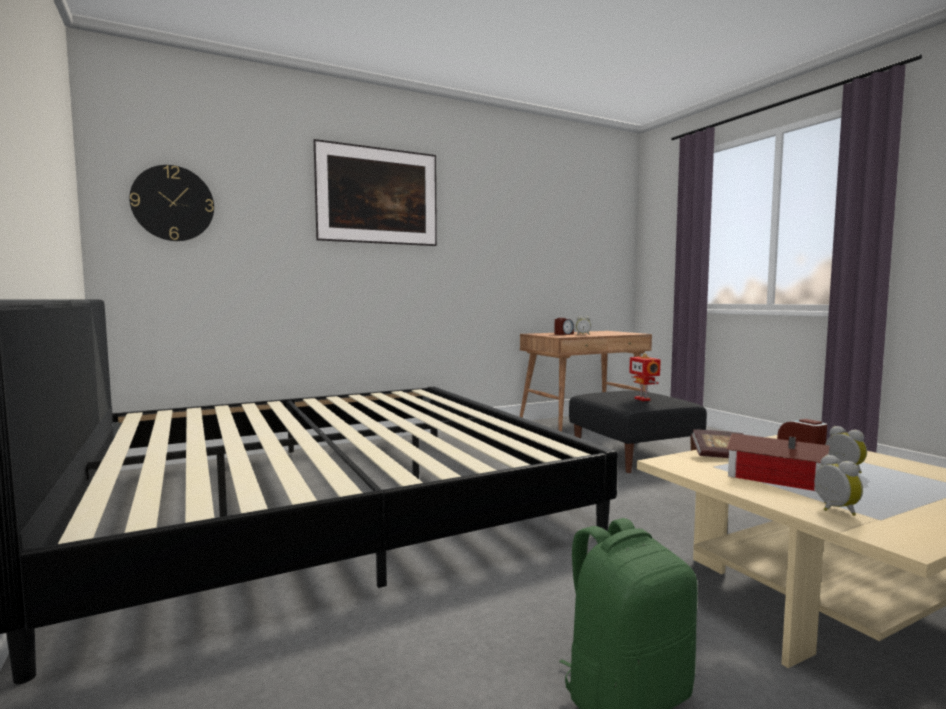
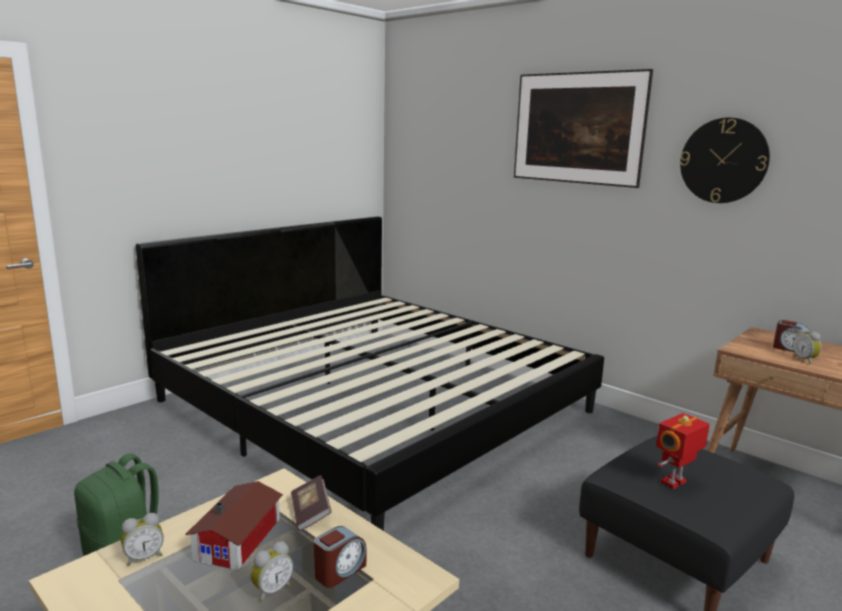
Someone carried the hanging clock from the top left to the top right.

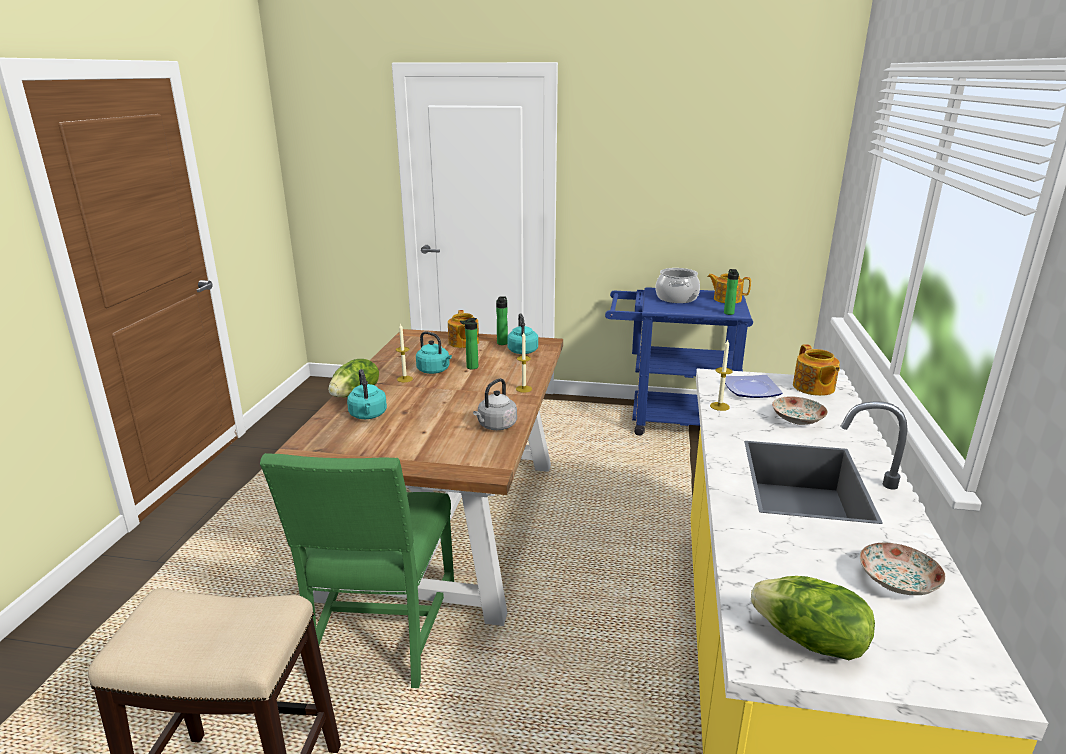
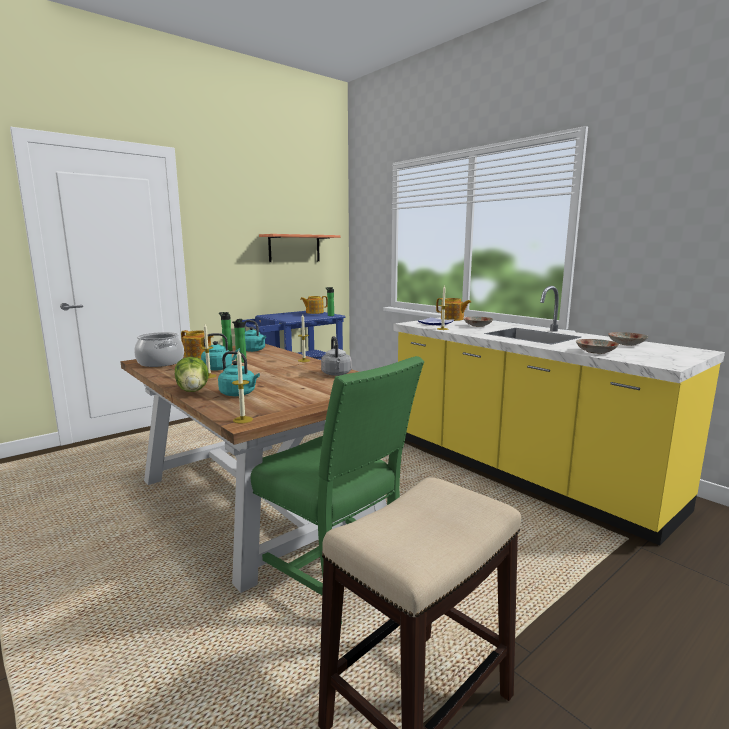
Someone carried the stockpot from the centre to the middle left. Someone took away the lettuce (2nd from left) at the bottom right. Someone put up the wall shelf at the centre. Someone put down the dinner plate (3rd from left) at the middle right. Someone put down the wax light (2nd from left) at the middle left.

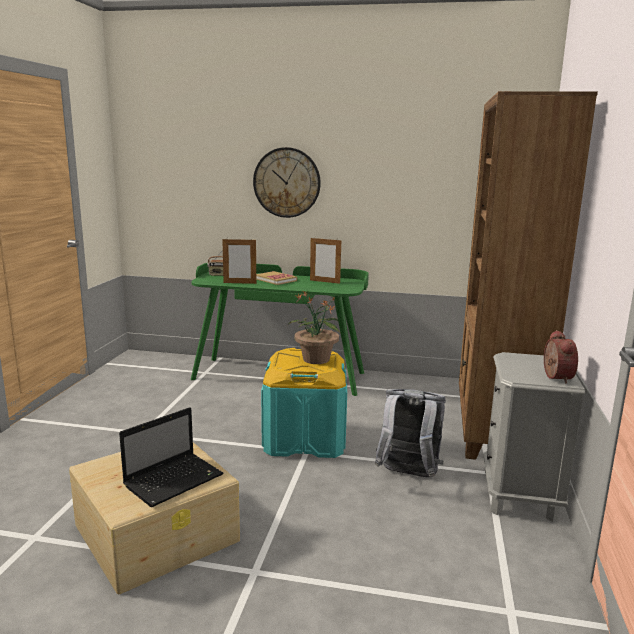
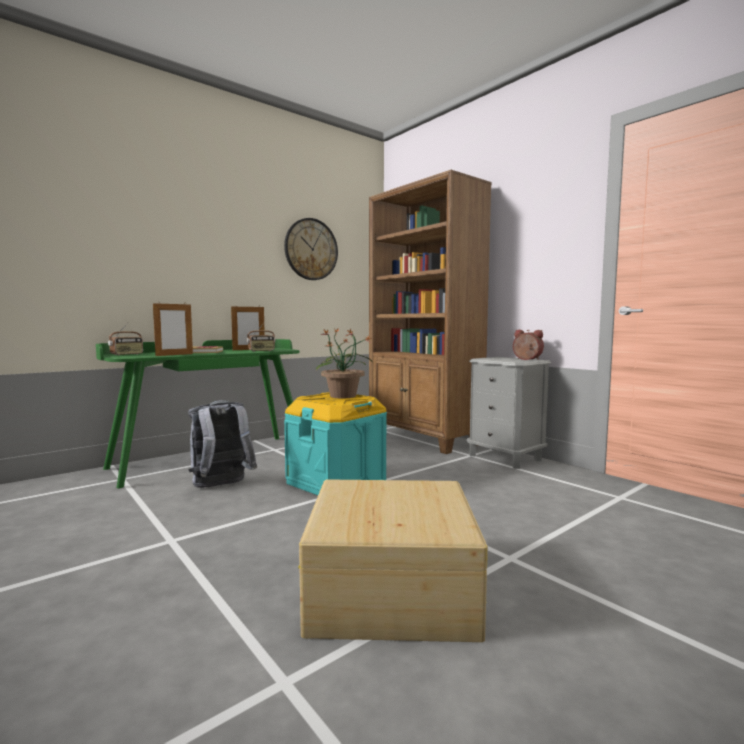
Someone carried the hanging clock from the top centre to the centre. Someone carried the greyish knapsack from the bottom centre to the middle left. Someone took away the laptop at the bottom left. Someone put down the radio (2nd from left) at the centre.

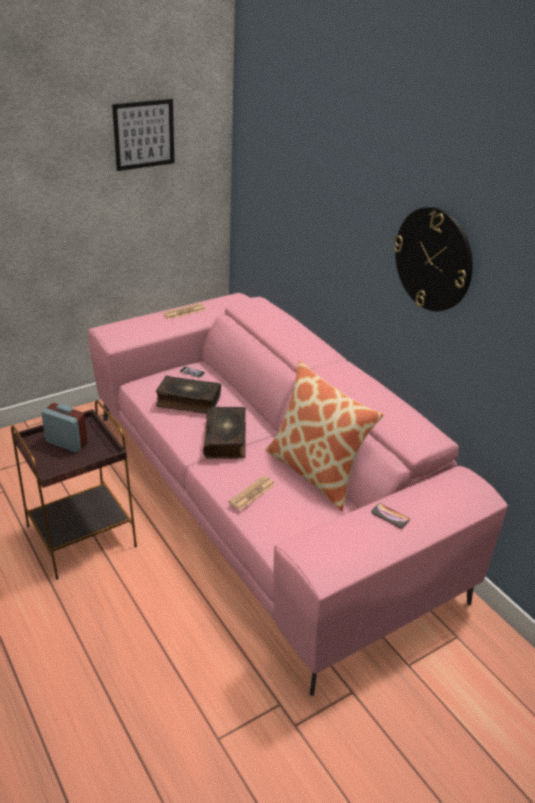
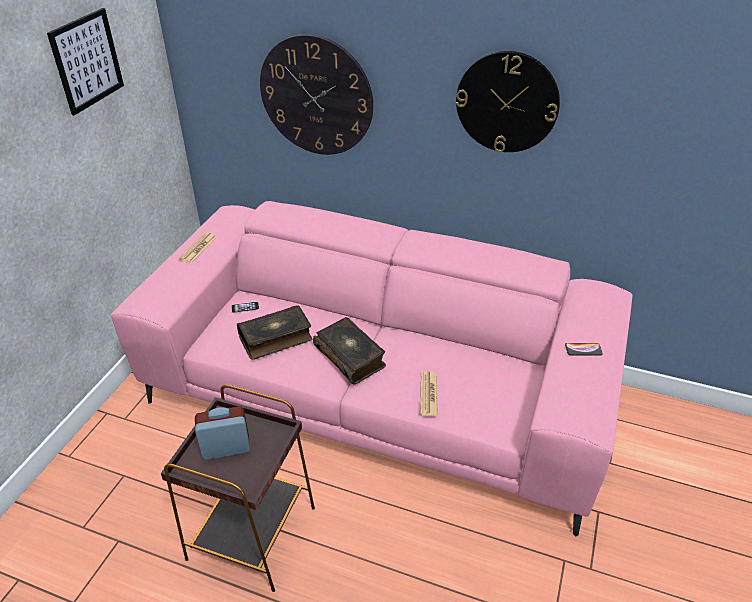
Someone took away the pillow at the centre. Someone put up the hanging clock (1st from left) at the top centre.

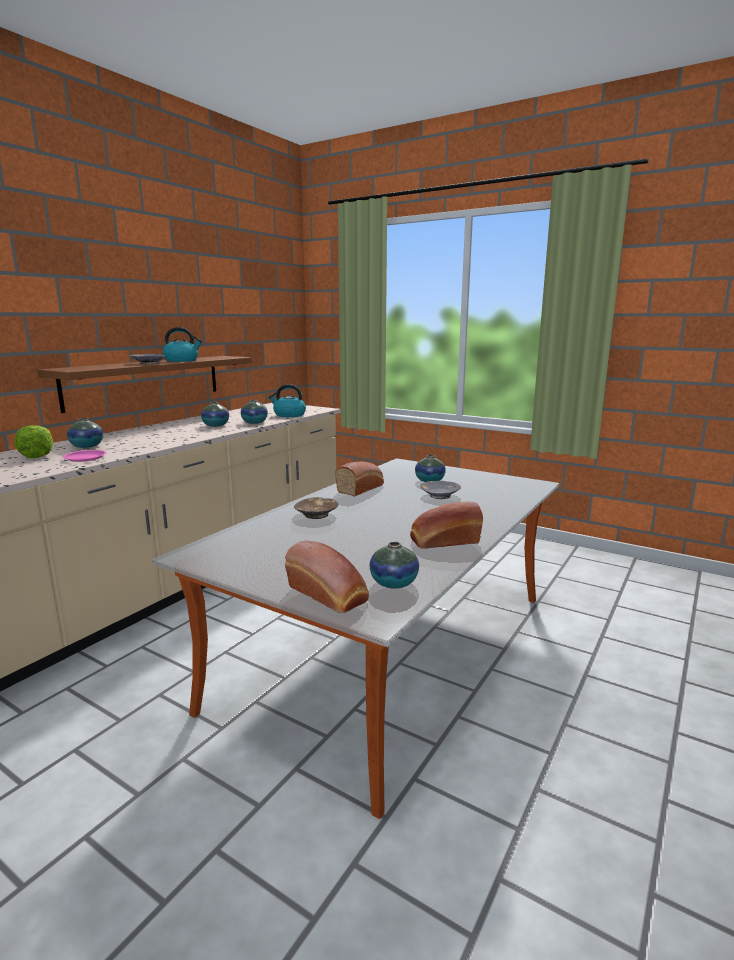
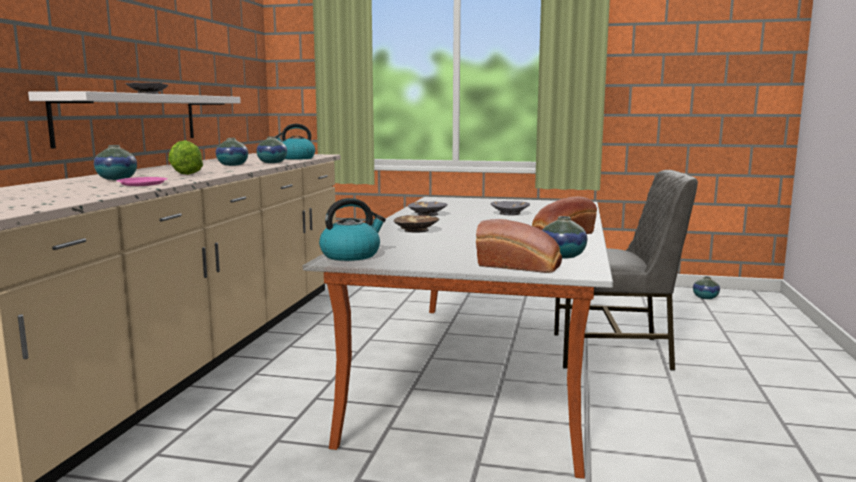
Someone carried the kettle (1st from left in the first image) from the middle left to the centre. Someone repainted the brownish wall shelf at the middle left, which became the white wall shelf at the top left. Someone carried the lettuce from the middle left to the top left. Someone carried the flower vase (5th from left) from the centre to the middle right. Someone swapped the bread (2nd from left) at the centre for the greyish serving bowl (2nd from left) at the centre. Someone put down the greyish upright chair at the middle right.

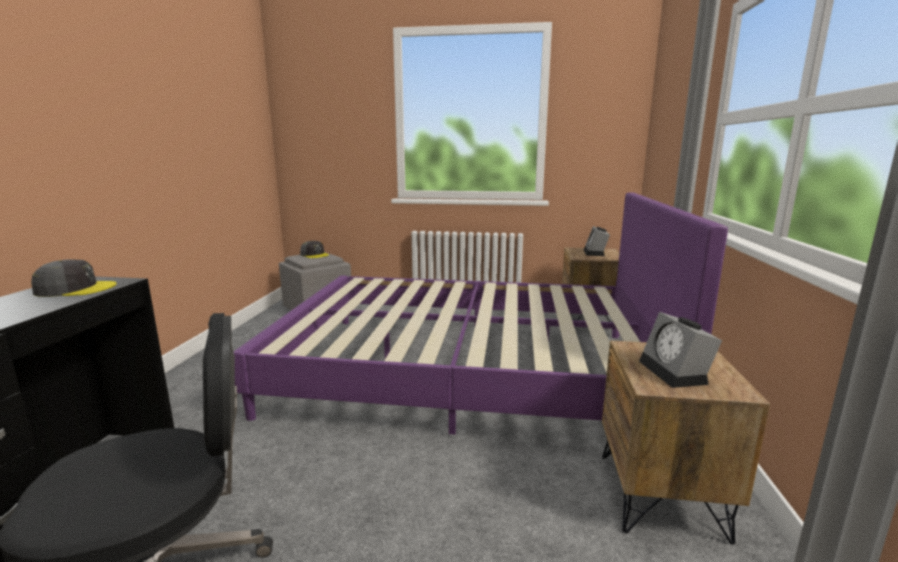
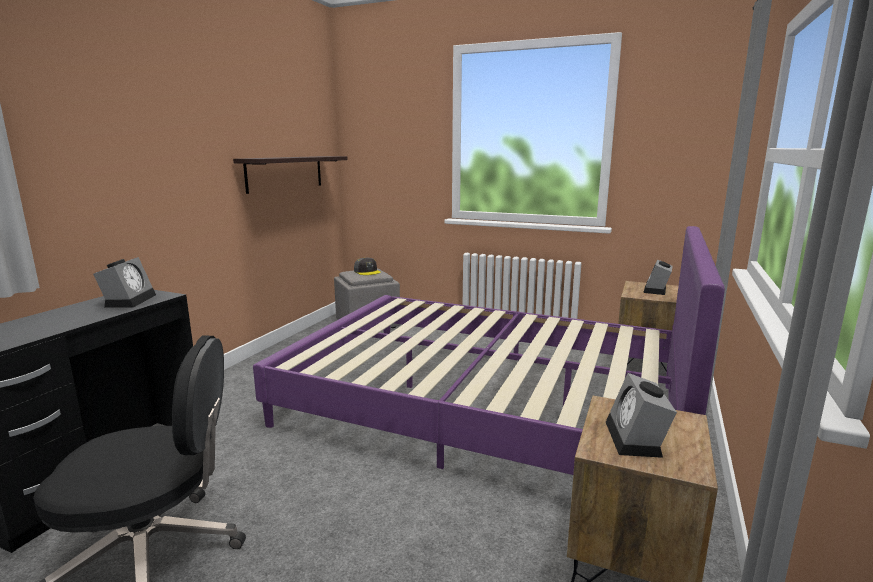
Someone swapped the greyish cap (1st from left) at the middle left for the alarm clock (1st from left) at the middle left. Someone put up the wall shelf at the top left.

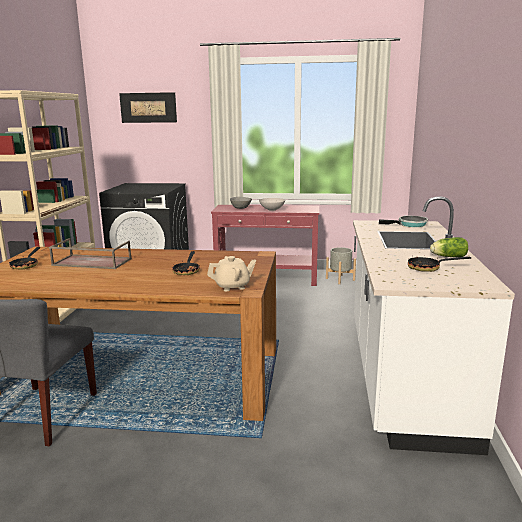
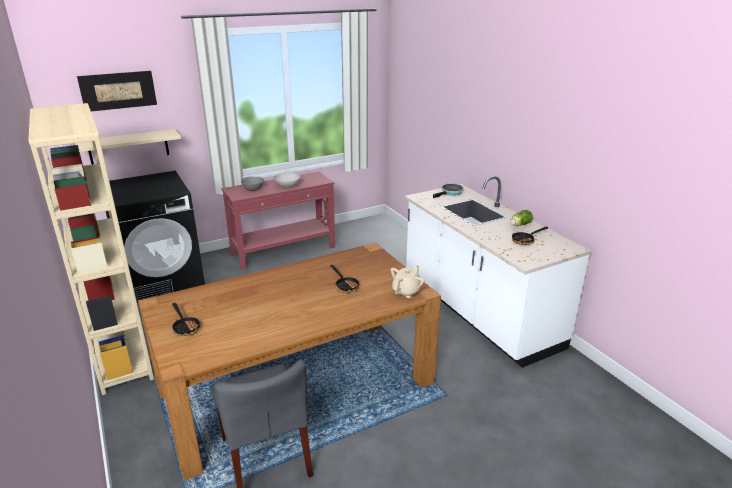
Someone took away the brownish serving tray at the middle left. Someone took away the greyish flower pot at the centre. Someone put up the beige-coloured wall shelf at the top left.

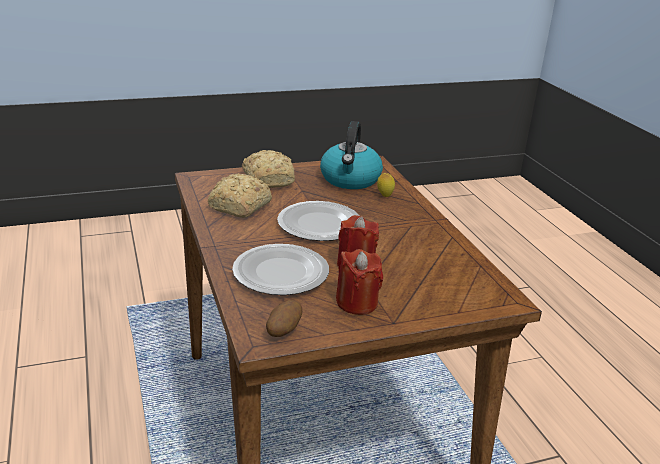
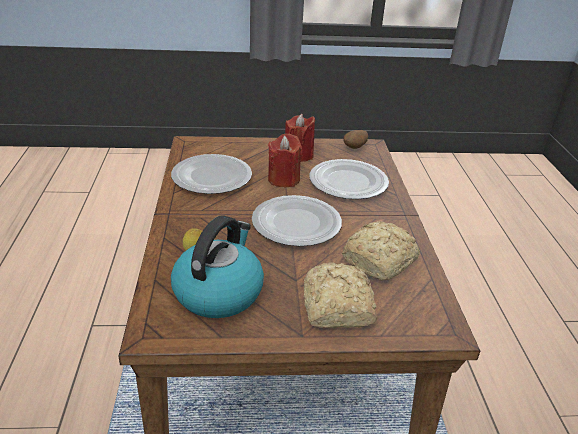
Someone put down the dinner plate (1st from left) at the centre.

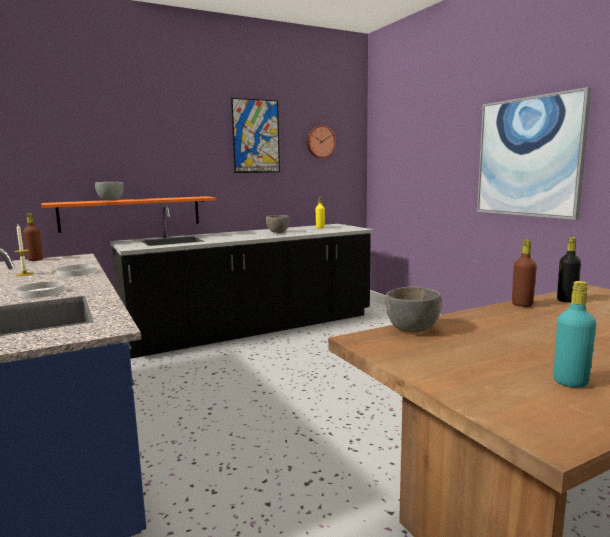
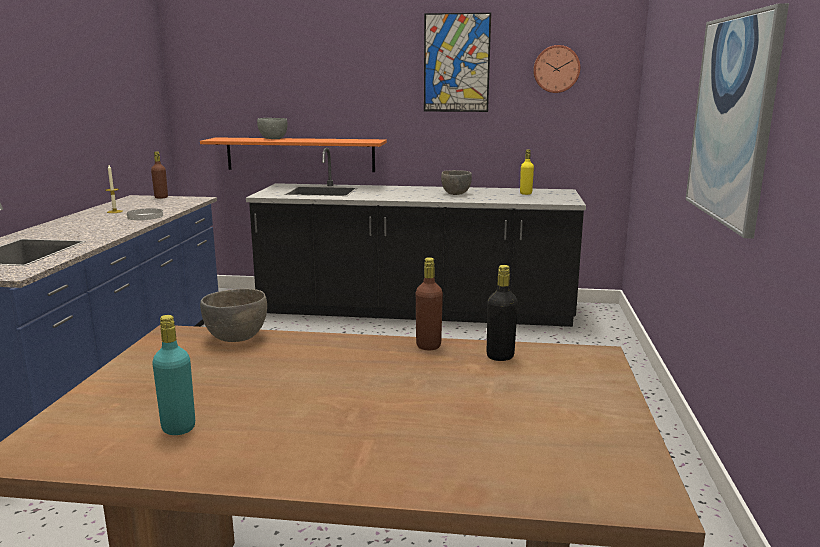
Someone took away the white dinner plate (1st from left) at the middle left.

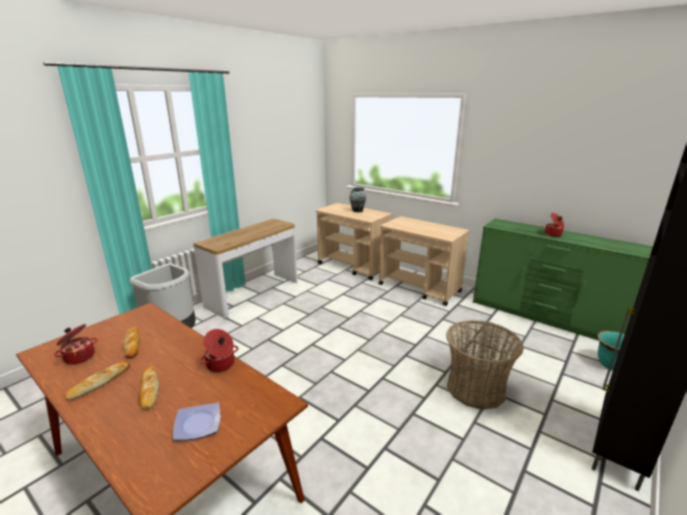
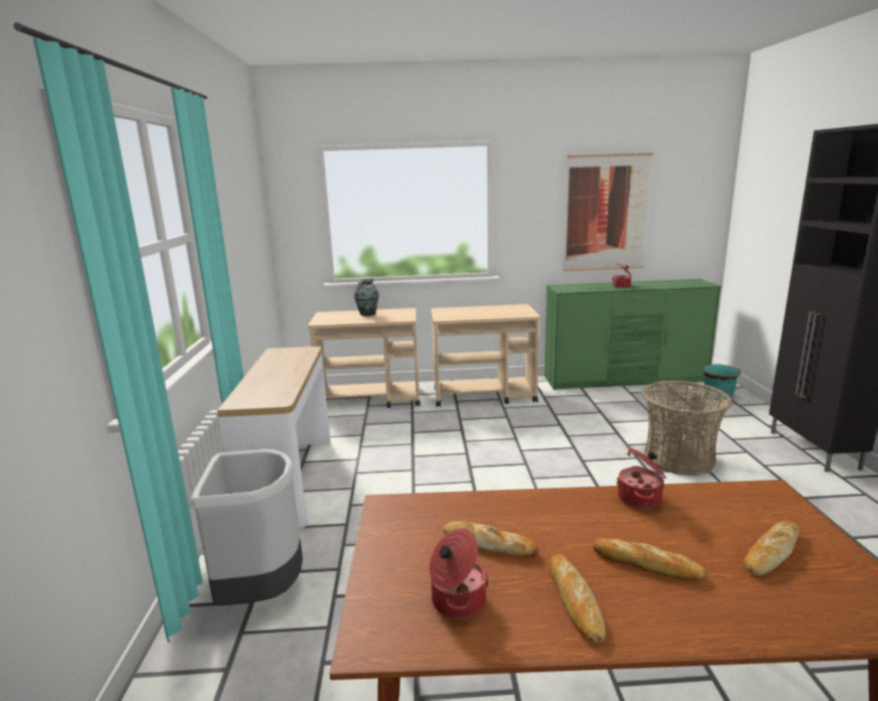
Someone swapped the dinner plate at the bottom left for the bread (4th from left) at the bottom right. Someone put up the picture at the top right.

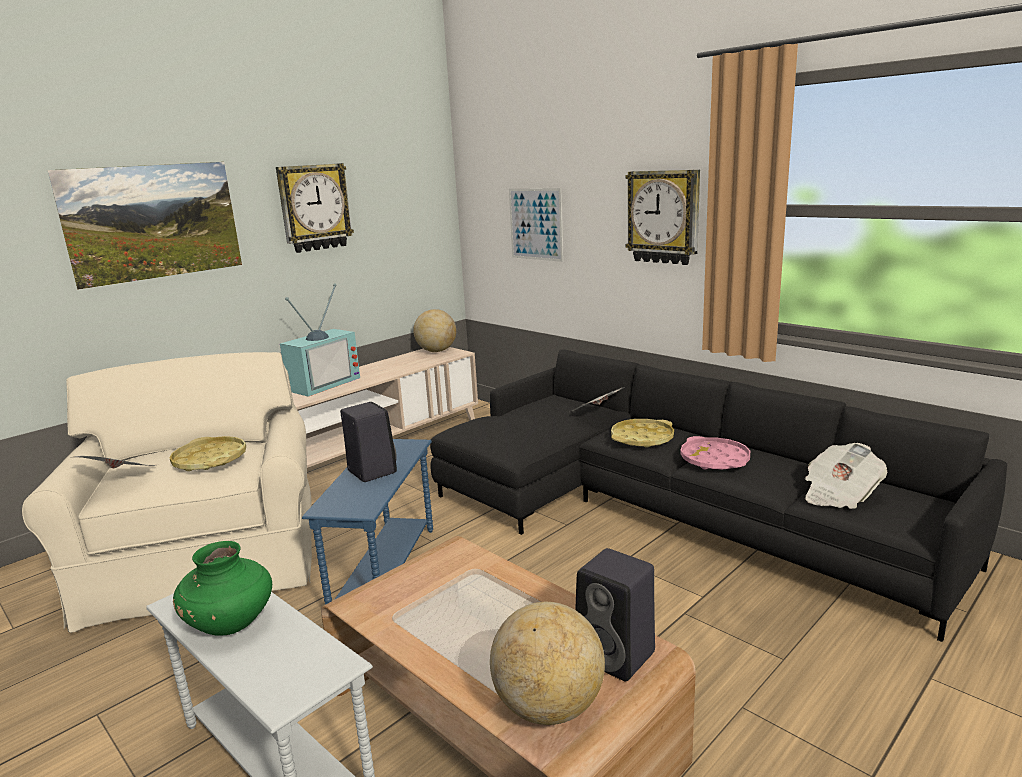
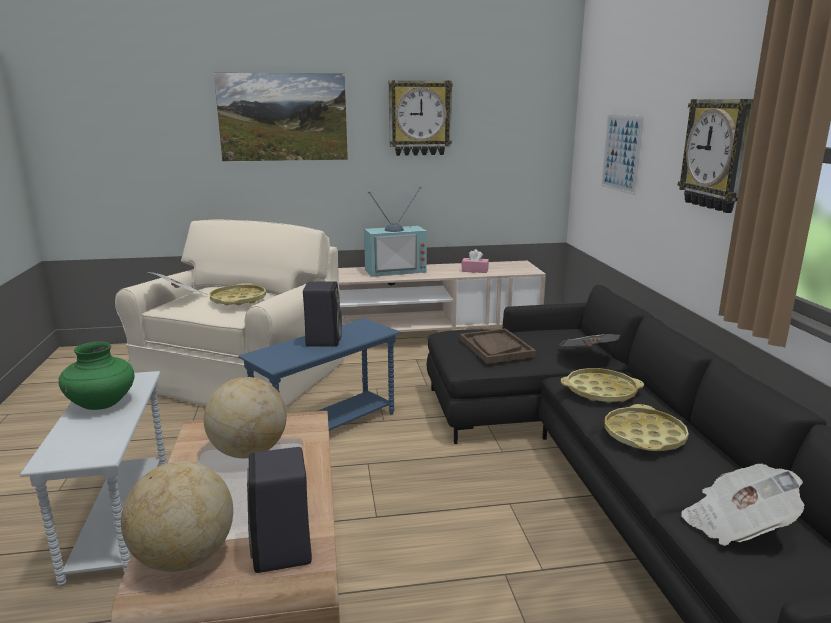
Someone carried the desk globe (1st from left in the first image) from the centre to the bottom left. Someone repainted the pink-coloured serving tray at the middle right, which became the yellowish serving tray (3rd from left) at the bottom right. Someone put down the pink-coloured box of tissues at the centre. Someone put down the brownish serving tray at the centre.

